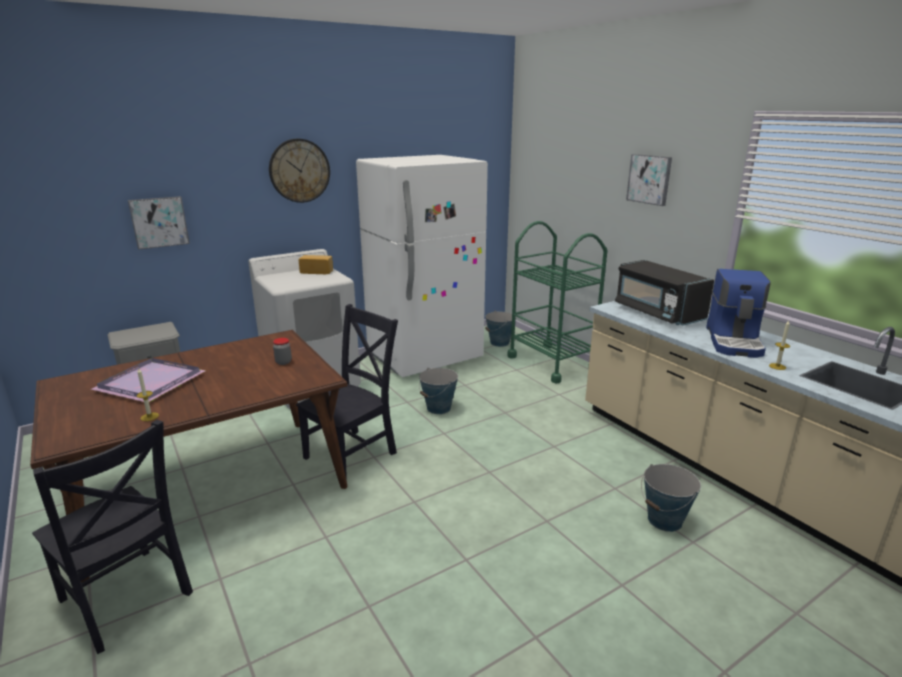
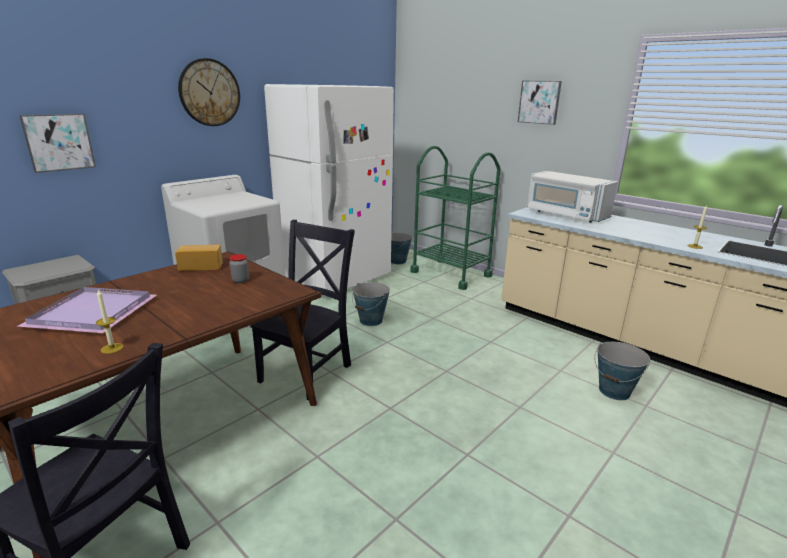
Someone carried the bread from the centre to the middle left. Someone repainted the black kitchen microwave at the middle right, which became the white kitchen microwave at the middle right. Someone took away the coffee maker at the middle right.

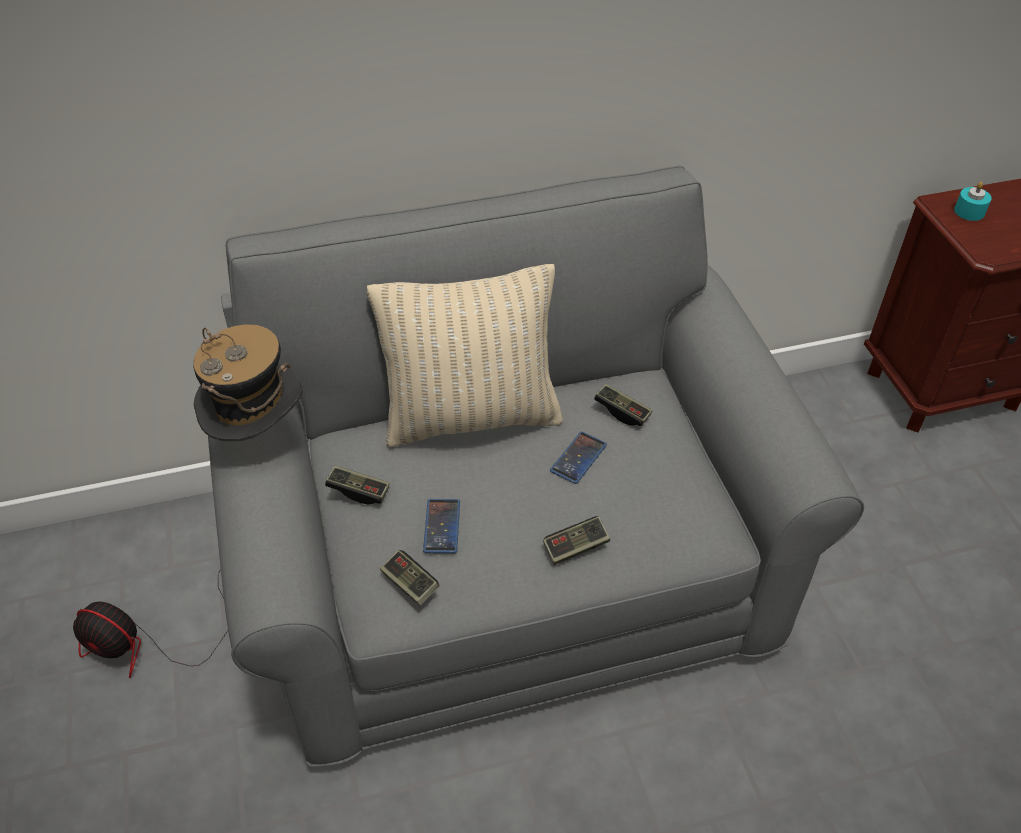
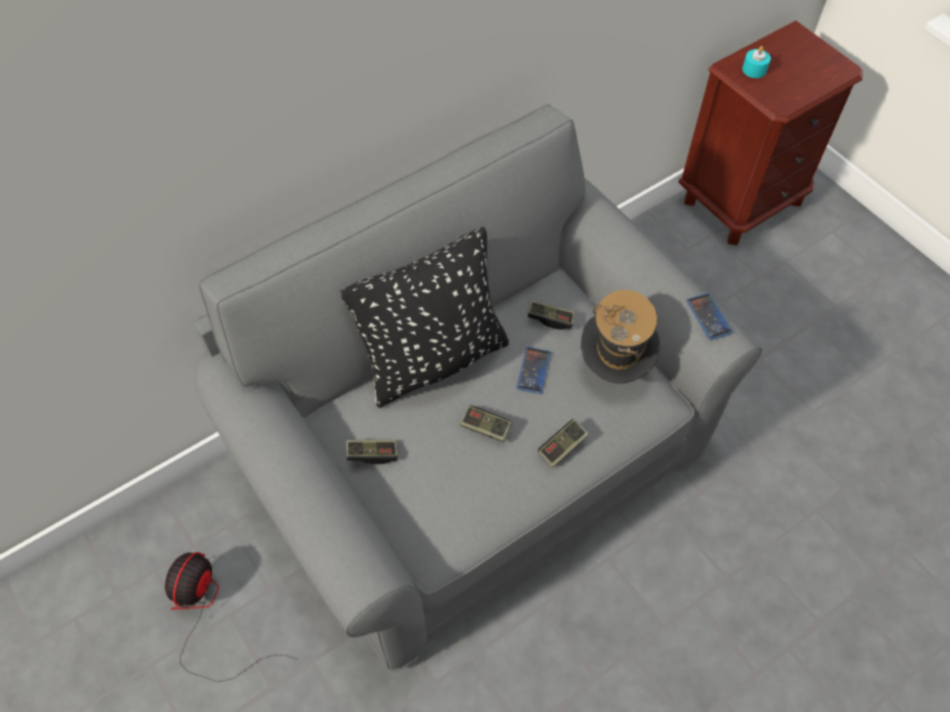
Someone repainted the beige-coloured pillow at the centre, which became the black pillow at the centre. Someone carried the hat from the middle left to the centre. Someone carried the telephone (1st from left in the first image) from the centre to the middle right. Someone carried the game controller (2nd from left) from the bottom centre to the centre. Someone rotated the fan at the bottom left by 105 degrees clockwise.

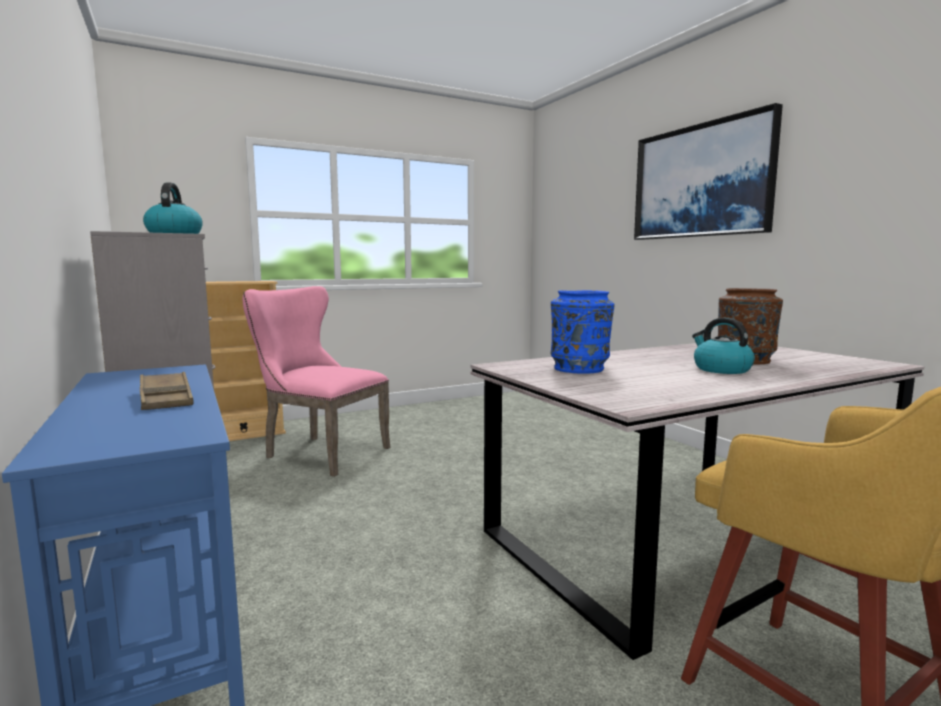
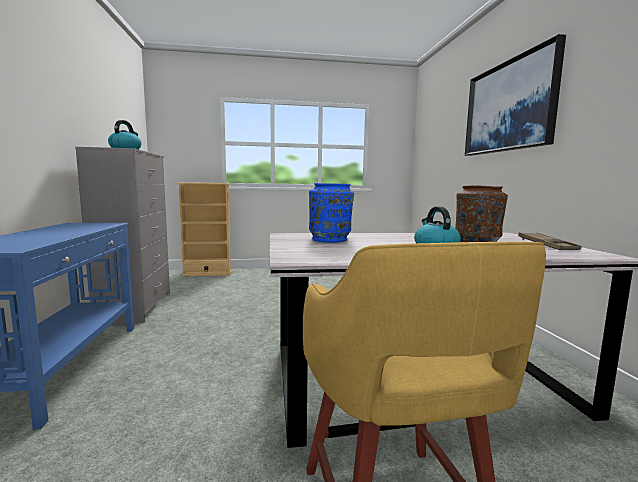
Someone took away the pink-coloured upright chair at the centre. Someone carried the brownish serving tray from the middle left to the middle right.

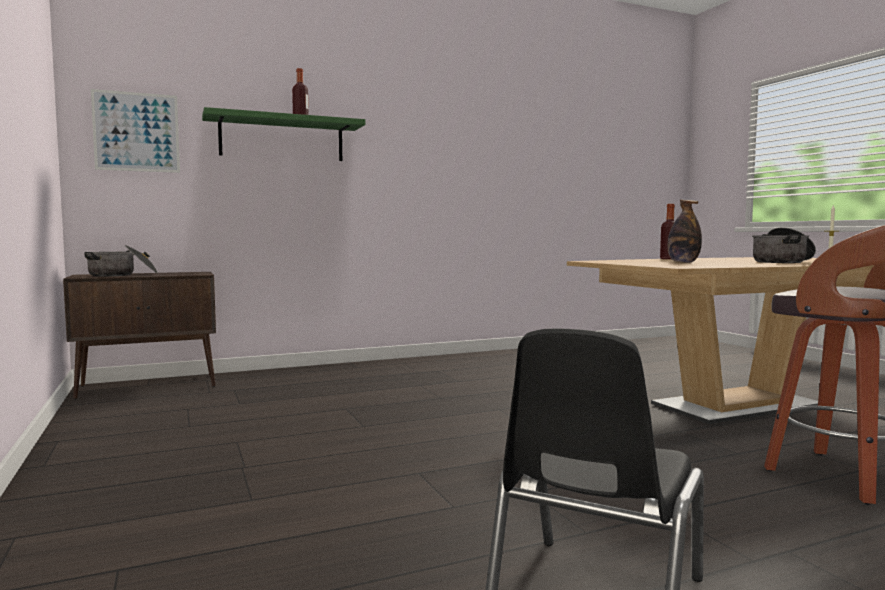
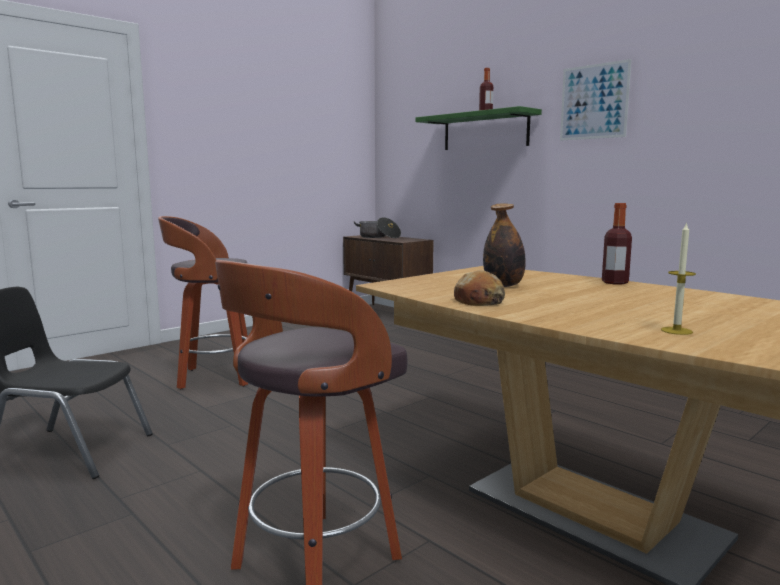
Someone carried the picture from the top left to the top right. Someone took away the stockpot (2nd from left) at the middle right. Someone put down the sitting stool (1st from left) at the middle left. Someone put down the bread at the centre.

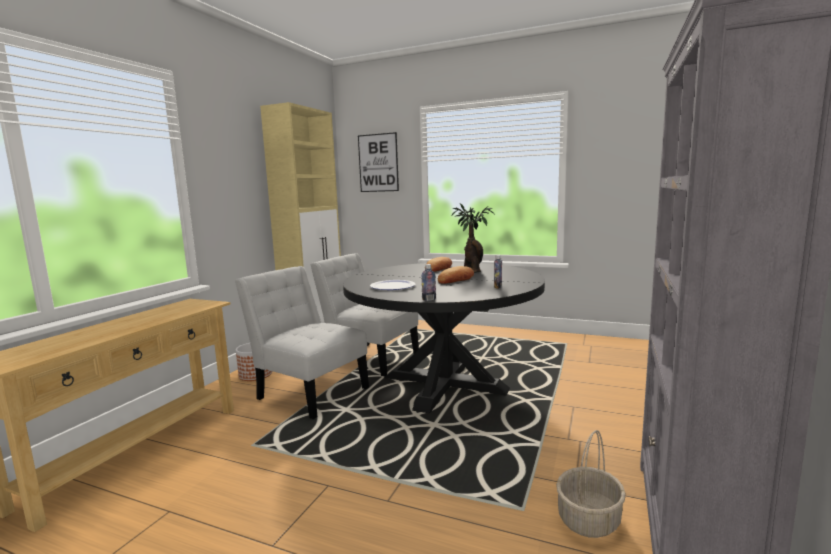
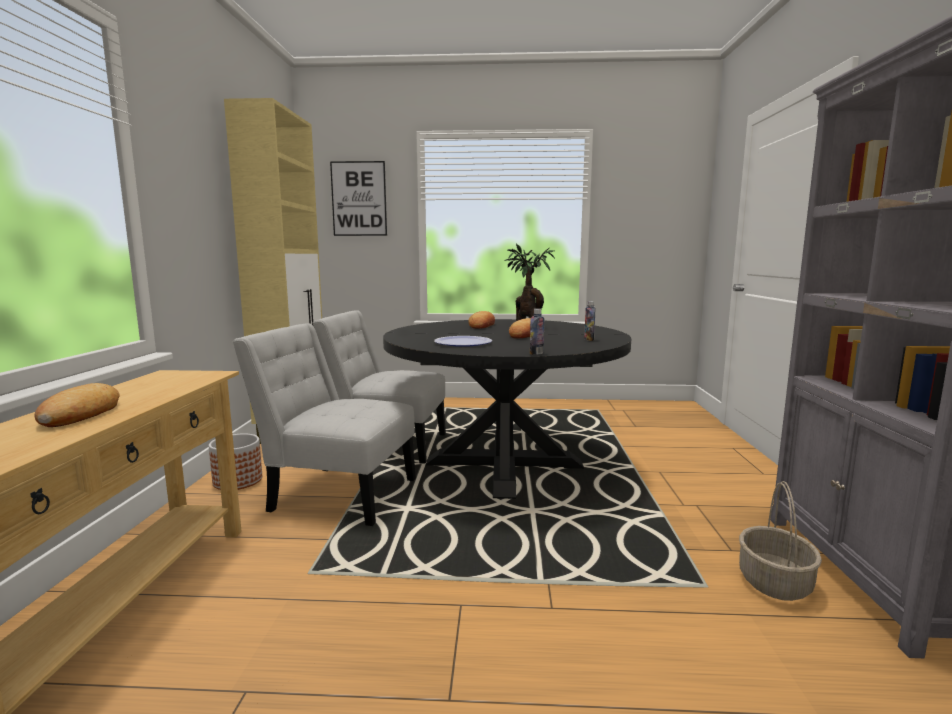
Someone put down the bread (1st from left) at the middle left.

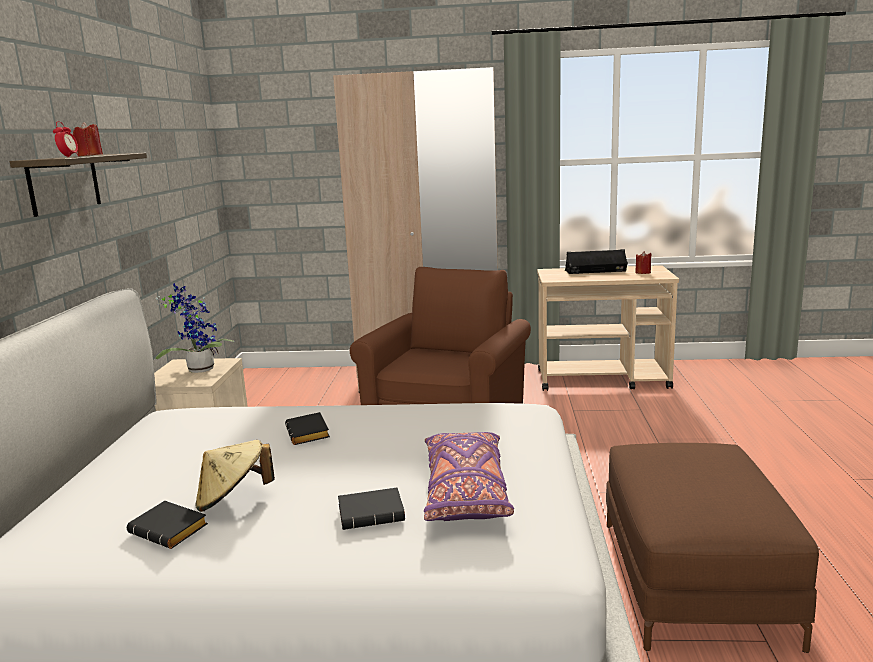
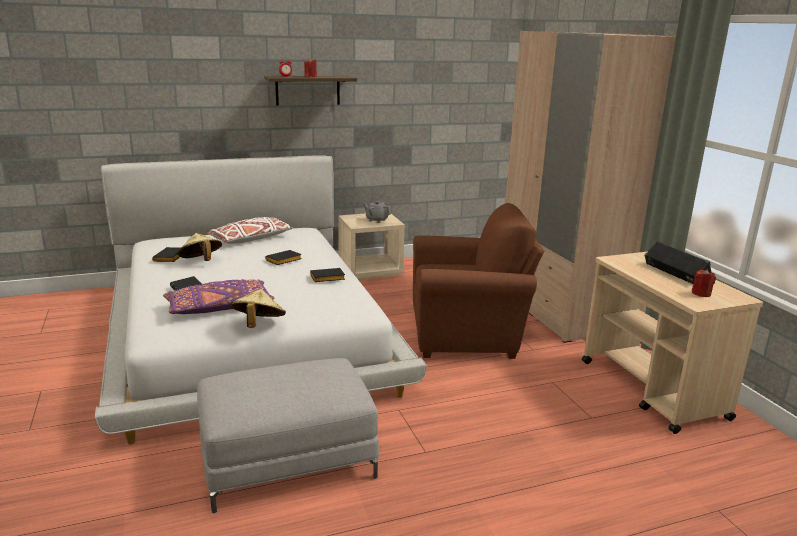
Someone swapped the houseplant at the middle left for the greyish tea pot at the centre. Someone repainted the brownish pouffe at the bottom right, which became the greyish pouffe at the bottom centre. Someone put down the white pillow at the middle left. Someone put down the black book (4th from left) at the centre. Someone put down the beige-coloured hat (2nd from left) at the middle left.

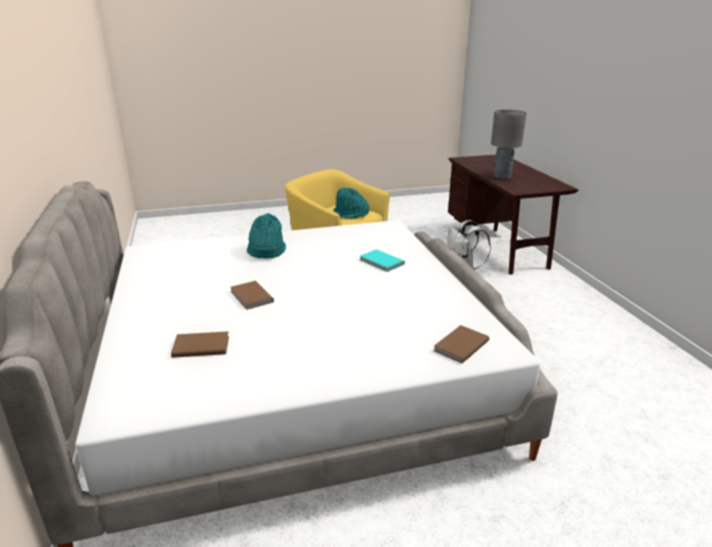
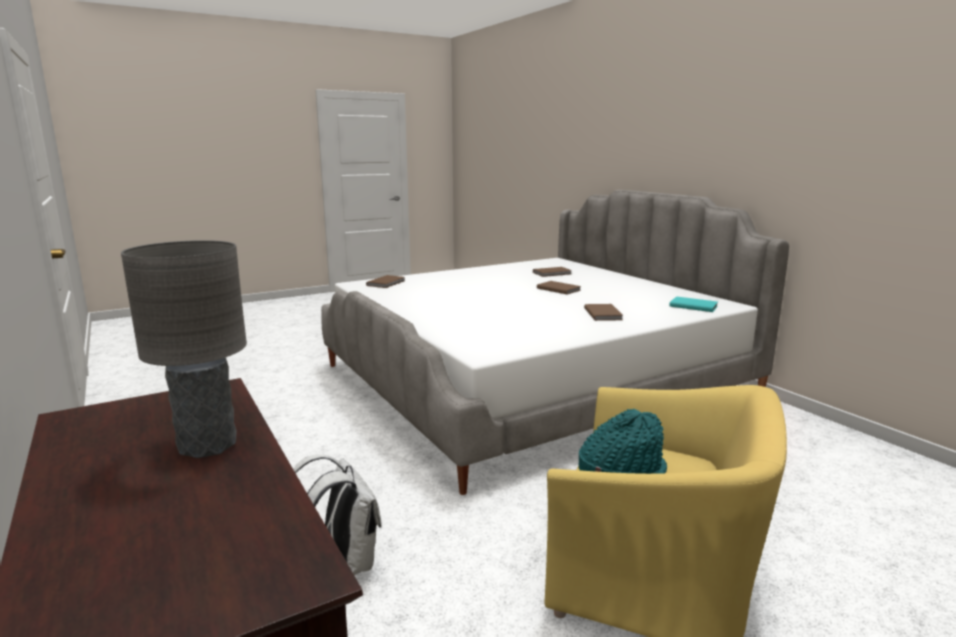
Someone swapped the turquoise hat (1st from left) at the centre for the brownish book (4th from left) at the centre. Someone carried the turquoise book from the centre to the middle right.

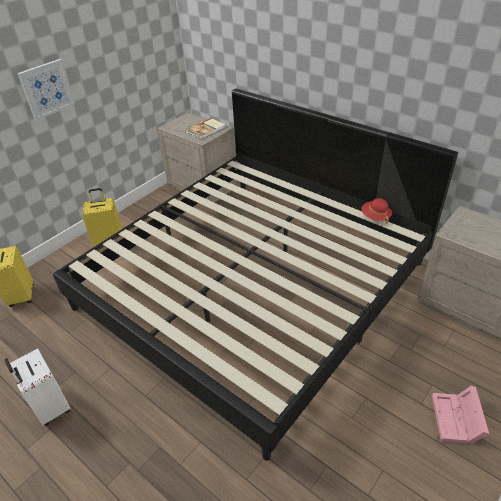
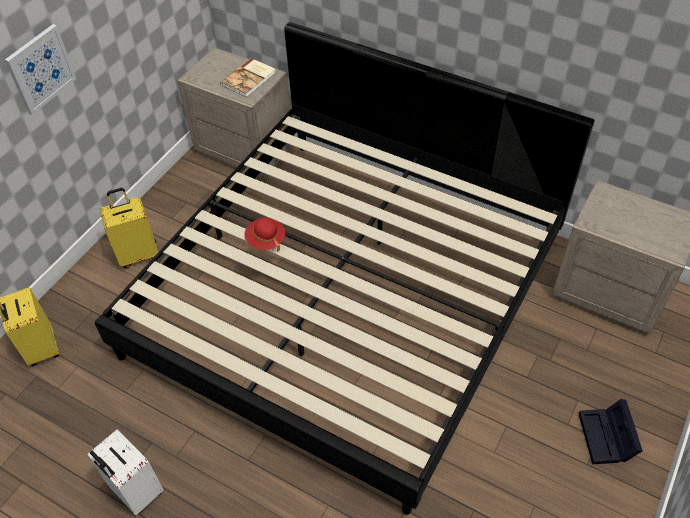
Someone carried the red-coloured hat from the middle right to the centre. Someone repainted the pink-coloured storage box at the bottom right, which became the black storage box at the bottom right.

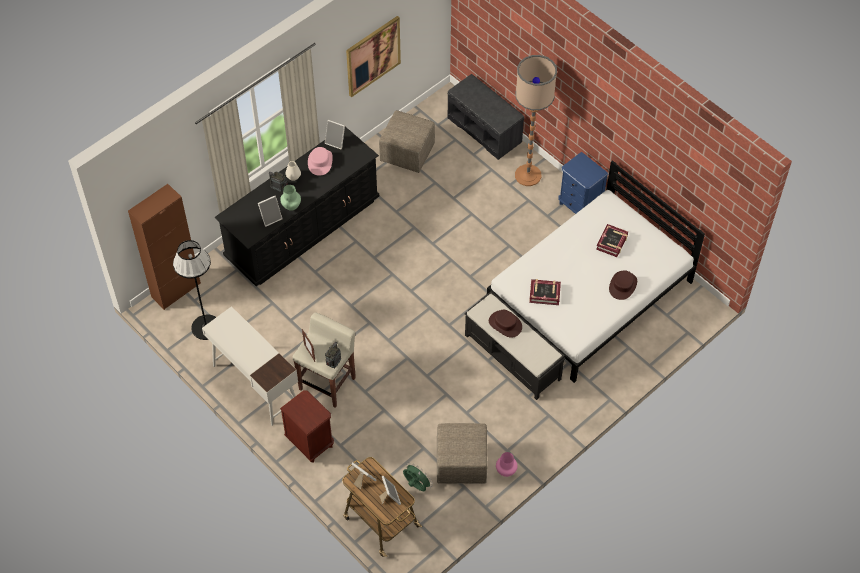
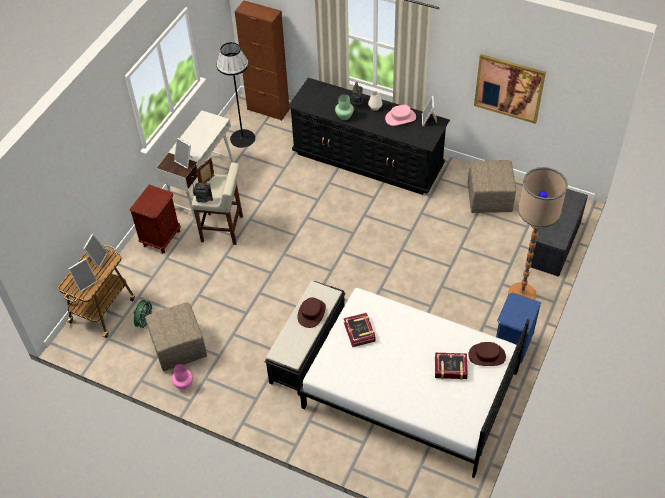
Someone carried the standing frame (1st from left in the first image) from the middle left to the top left. Someone carried the brownish hat (2nd from left) from the middle right to the bottom right.

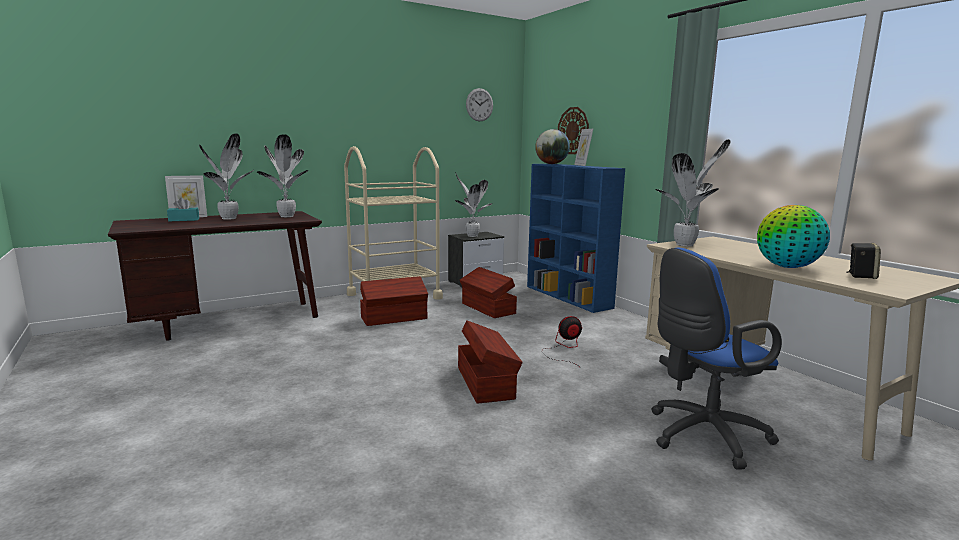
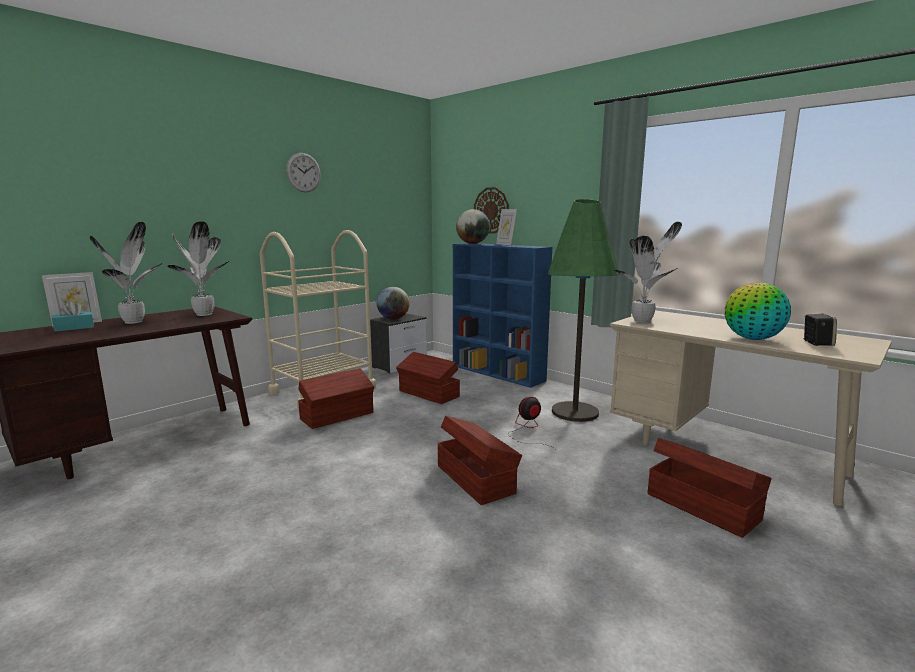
Someone carried the hanging clock (1st from left) from the top centre to the top left. Someone swapped the houseplant (3rd from left) at the centre for the desk globe (1st from left) at the centre. Someone swapped the bluish desk chair at the middle right for the brownish storage box (4th from left) at the bottom right. Someone put down the green floor lamp at the centre.

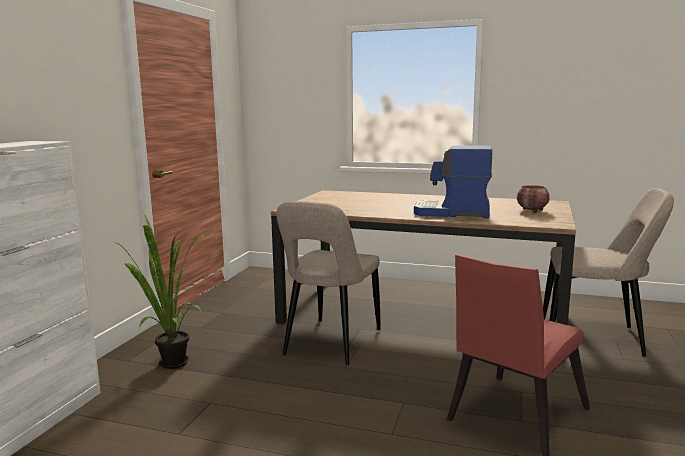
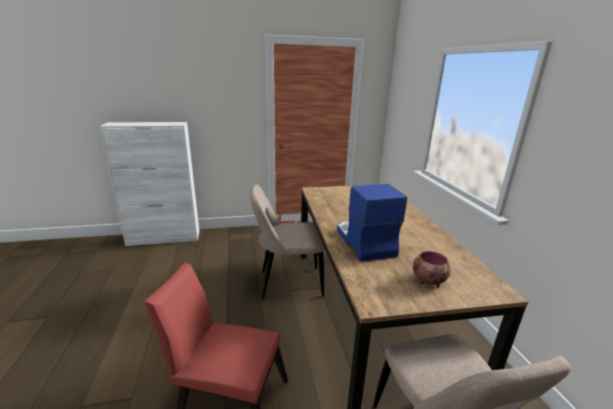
Someone took away the houseplant at the middle left.

